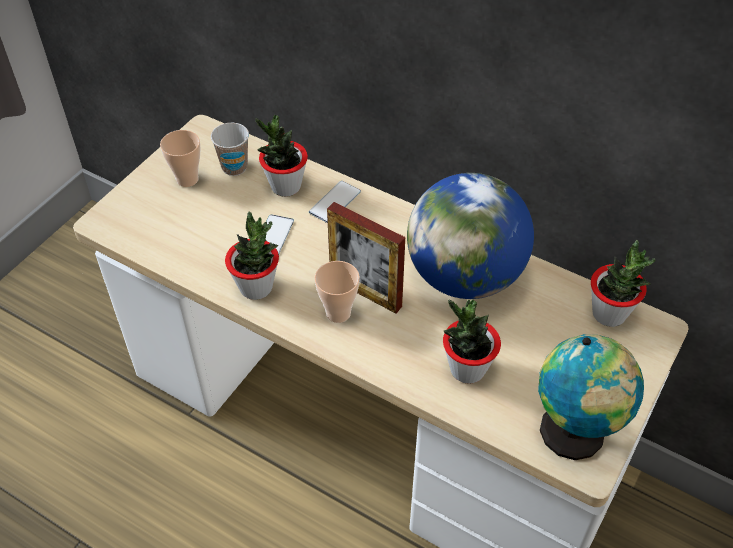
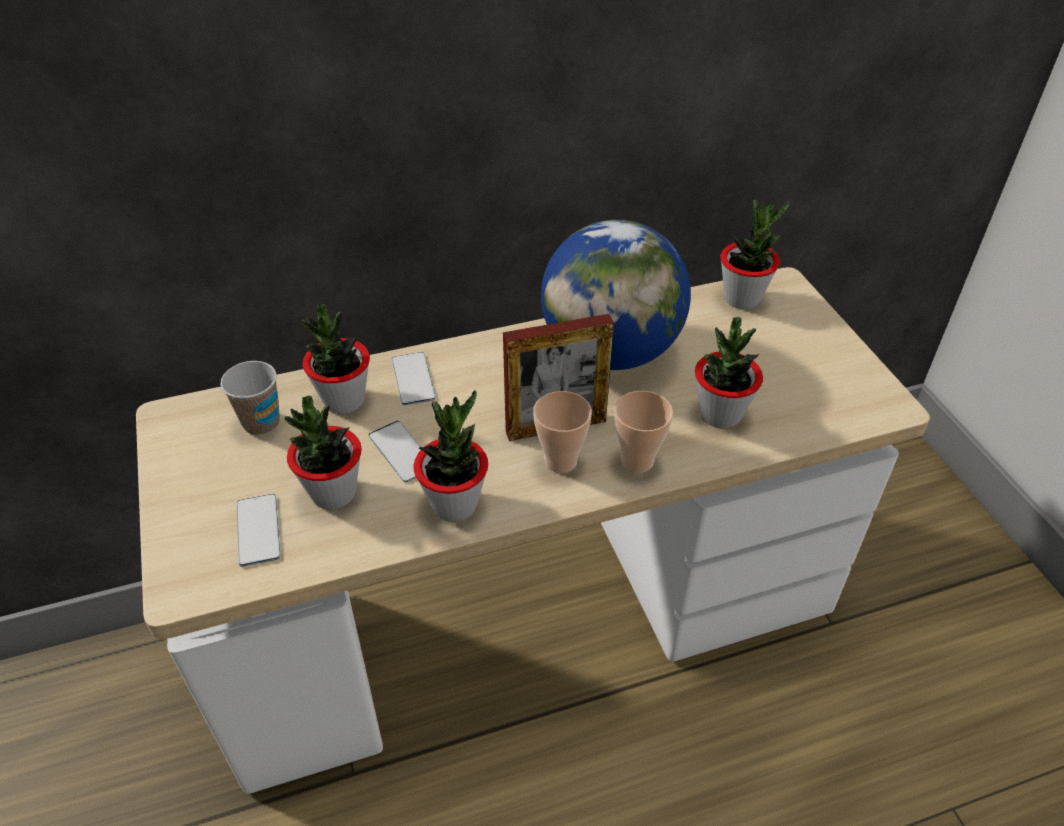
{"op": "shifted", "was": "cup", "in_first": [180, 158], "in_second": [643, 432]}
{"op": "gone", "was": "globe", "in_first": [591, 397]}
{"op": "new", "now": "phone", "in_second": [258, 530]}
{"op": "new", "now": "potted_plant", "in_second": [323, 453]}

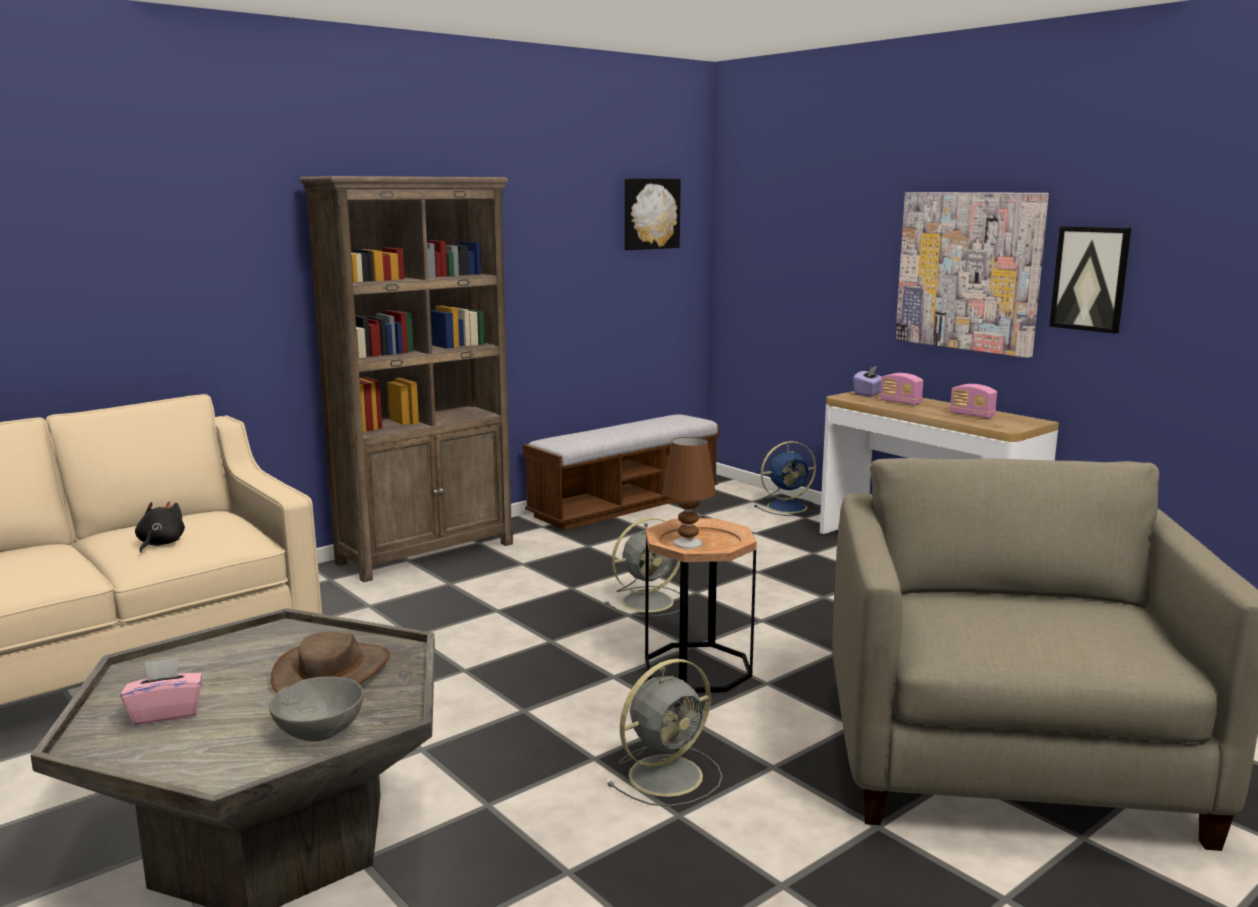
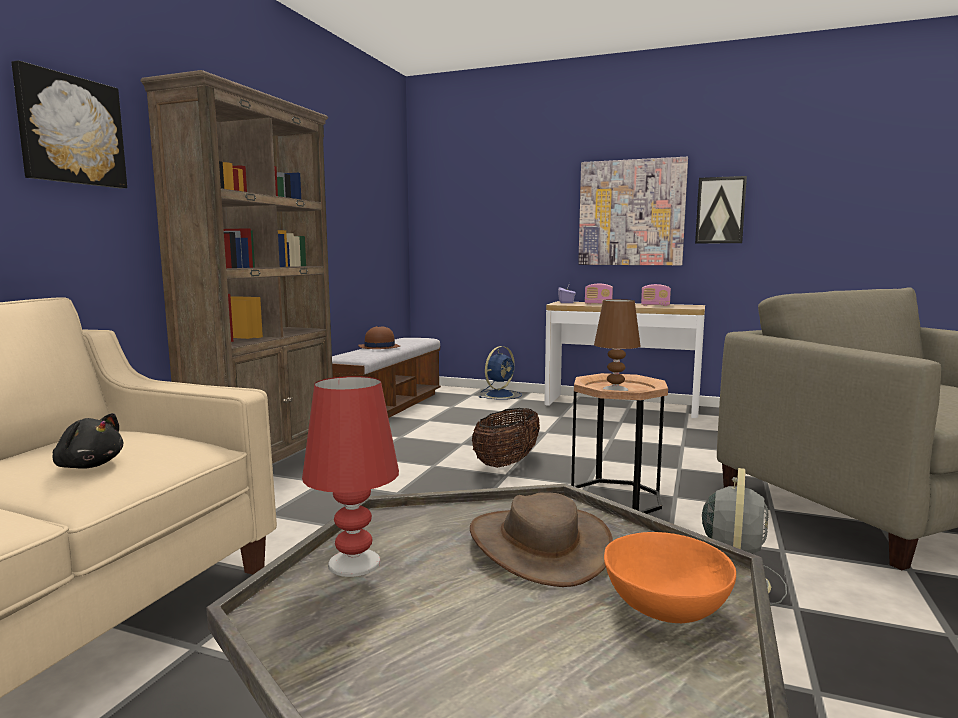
{"op": "gone", "was": "pink_tissue_box", "in_first": [161, 691]}
{"op": "rotated", "was": "black_plush_toy", "in_first": [160, 527], "in_second": [87, 441], "clockwise": 135}
{"op": "repainted", "was": "grey_bowl", "now": "orange_bowl", "in_first": [316, 709], "in_second": [670, 577]}
{"op": "swapped", "was": "grey_fan", "now": "basket", "in_first": [642, 567], "in_second": [506, 438]}
{"op": "shifted", "was": "picture", "in_first": [652, 214], "in_second": [69, 124]}
{"op": "new", "now": "red_table_lamp", "in_second": [350, 476]}
{"op": "new", "now": "brown_hat", "in_second": [379, 337]}

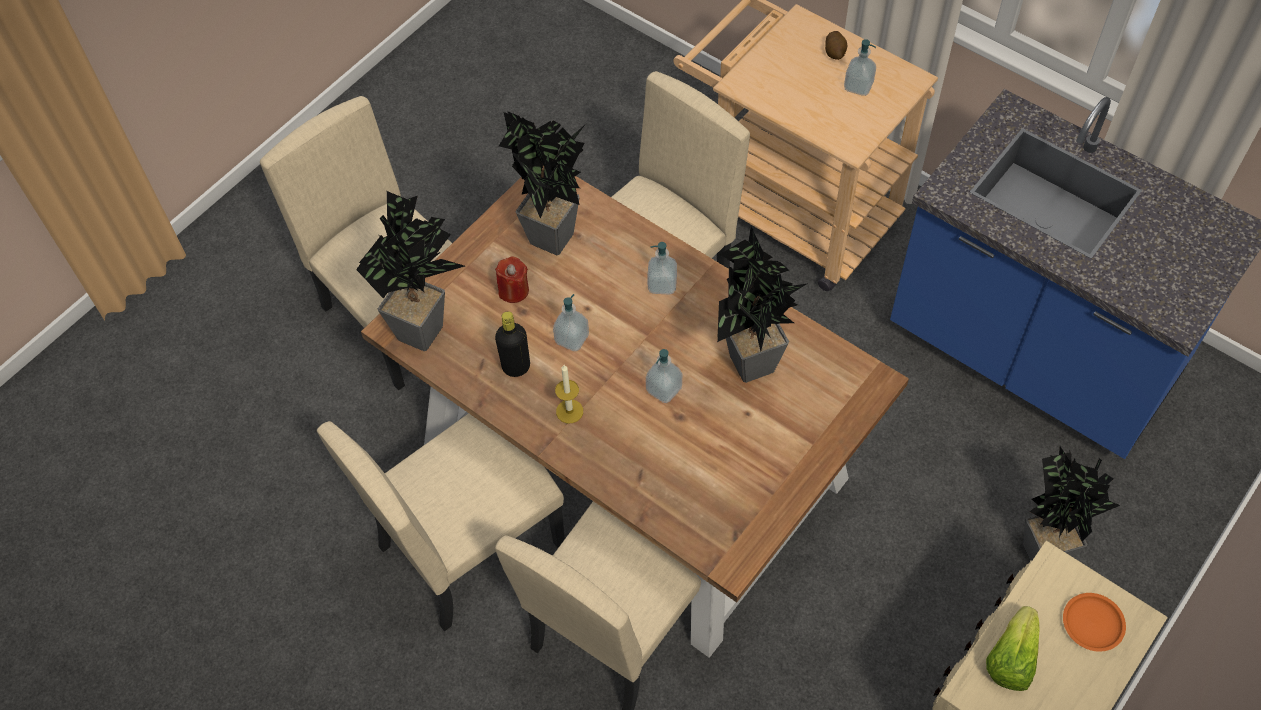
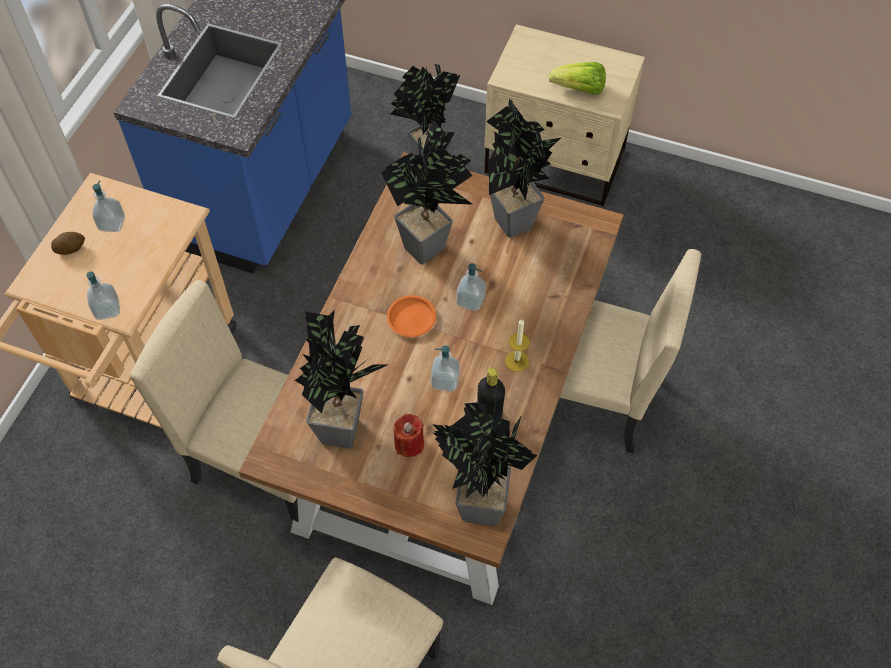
{"op": "gone", "was": "beige_chair", "in_first": [441, 522]}
{"op": "shifted", "was": "soap_dispenser", "in_first": [662, 268], "in_second": [103, 295]}
{"op": "shifted", "was": "orange_plate", "in_first": [1094, 622], "in_second": [411, 316]}
{"op": "new", "now": "potted_plant", "in_second": [523, 168]}

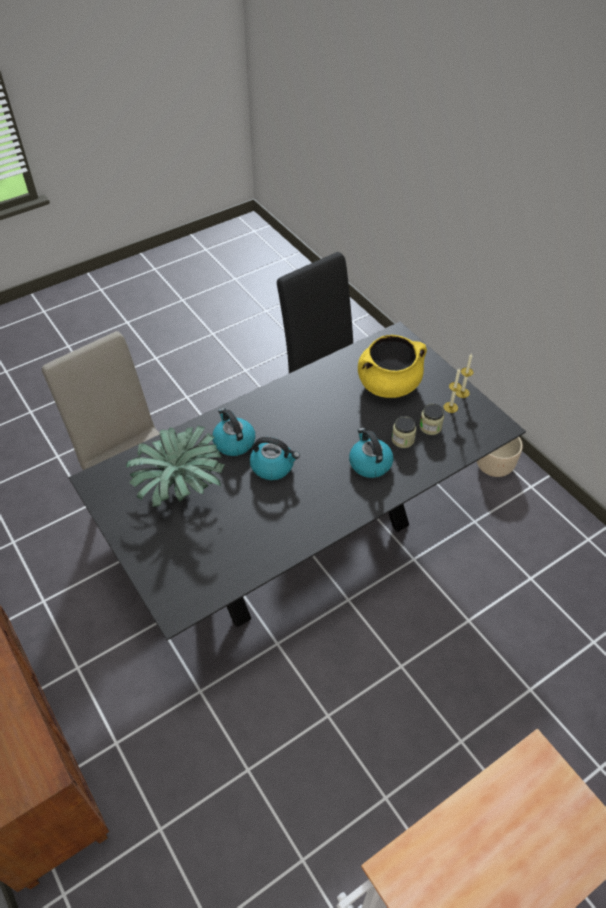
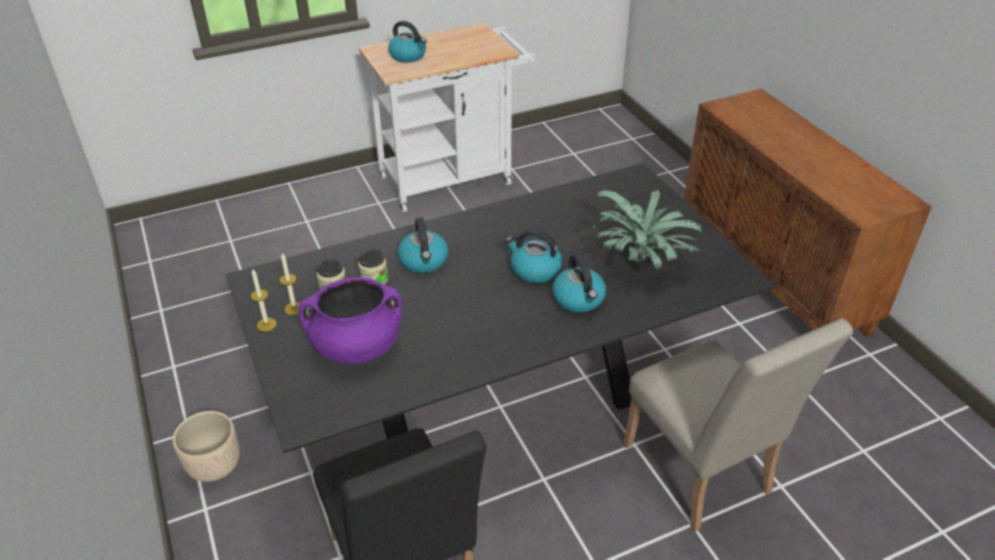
{"op": "repainted", "was": "yellow_cooking_pot", "now": "purple_cooking_pot", "in_first": [392, 366], "in_second": [350, 320]}
{"op": "new", "now": "kettle", "in_second": [407, 42]}

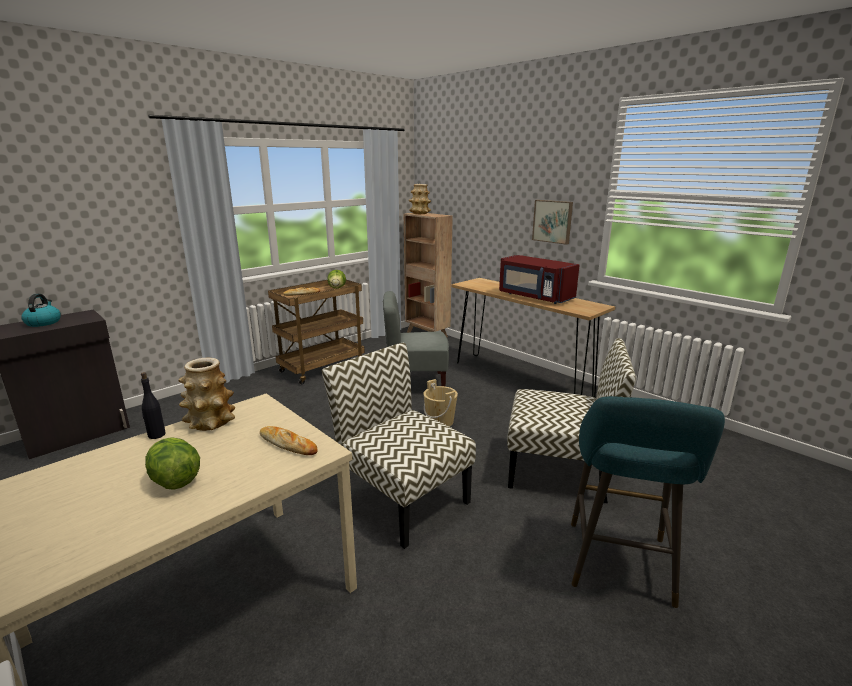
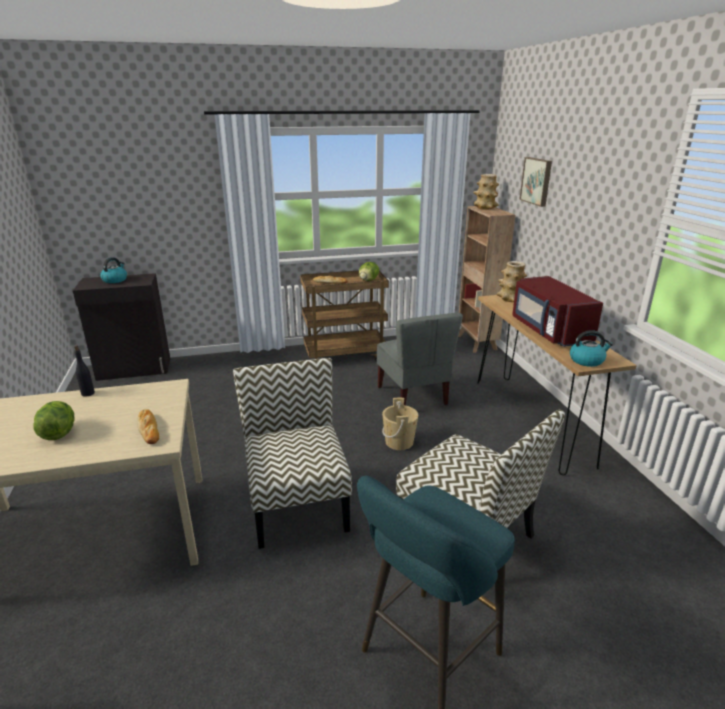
{"op": "shifted", "was": "vase", "in_first": [207, 394], "in_second": [512, 281]}
{"op": "rotated", "was": "grey_chair", "in_first": [416, 339], "in_second": [420, 359], "clockwise": -135}
{"op": "shifted", "was": "picture", "in_first": [552, 222], "in_second": [535, 182]}
{"op": "new", "now": "kettle", "in_second": [591, 348]}

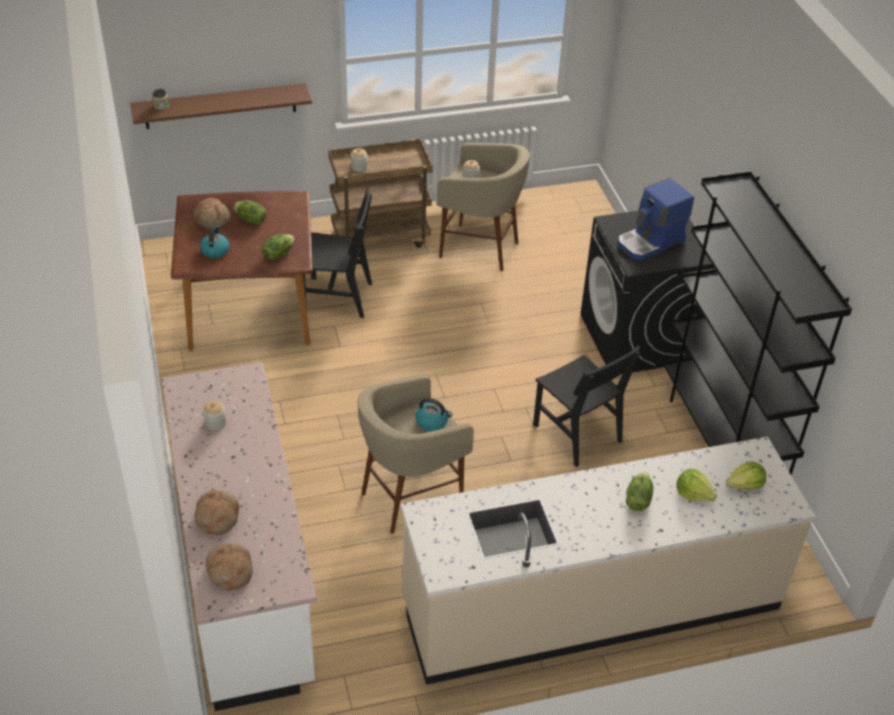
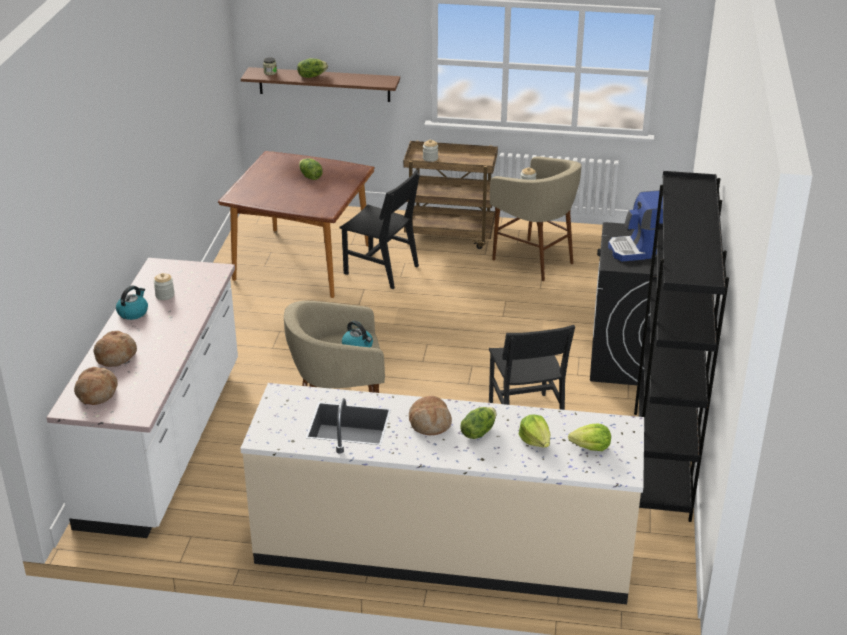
{"op": "shifted", "was": "bread", "in_first": [212, 213], "in_second": [430, 415]}
{"op": "shifted", "was": "kettle", "in_first": [215, 242], "in_second": [132, 302]}
{"op": "shifted", "was": "lettuce", "in_first": [278, 247], "in_second": [312, 68]}

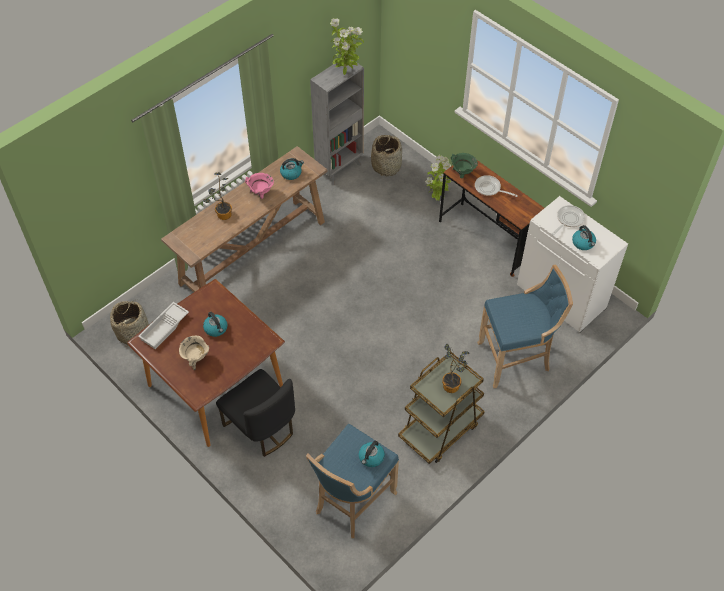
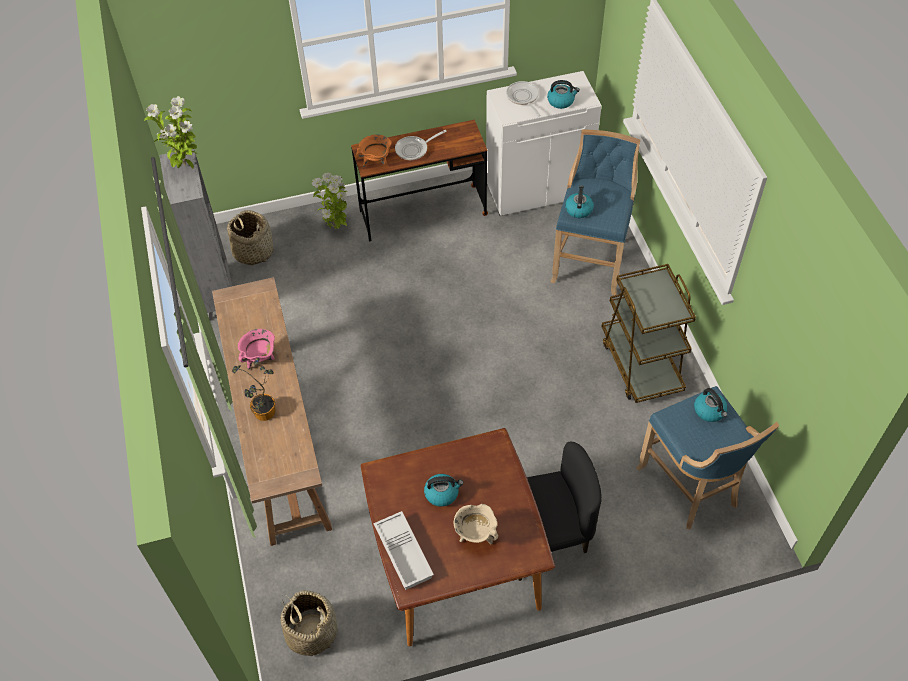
{"op": "shifted", "was": "kettle", "in_first": [292, 169], "in_second": [579, 201]}
{"op": "gone", "was": "potted_plant", "in_first": [456, 368]}
{"op": "repainted", "was": "green_cooking_pot", "now": "orange_cooking_pot", "in_first": [464, 165], "in_second": [373, 151]}

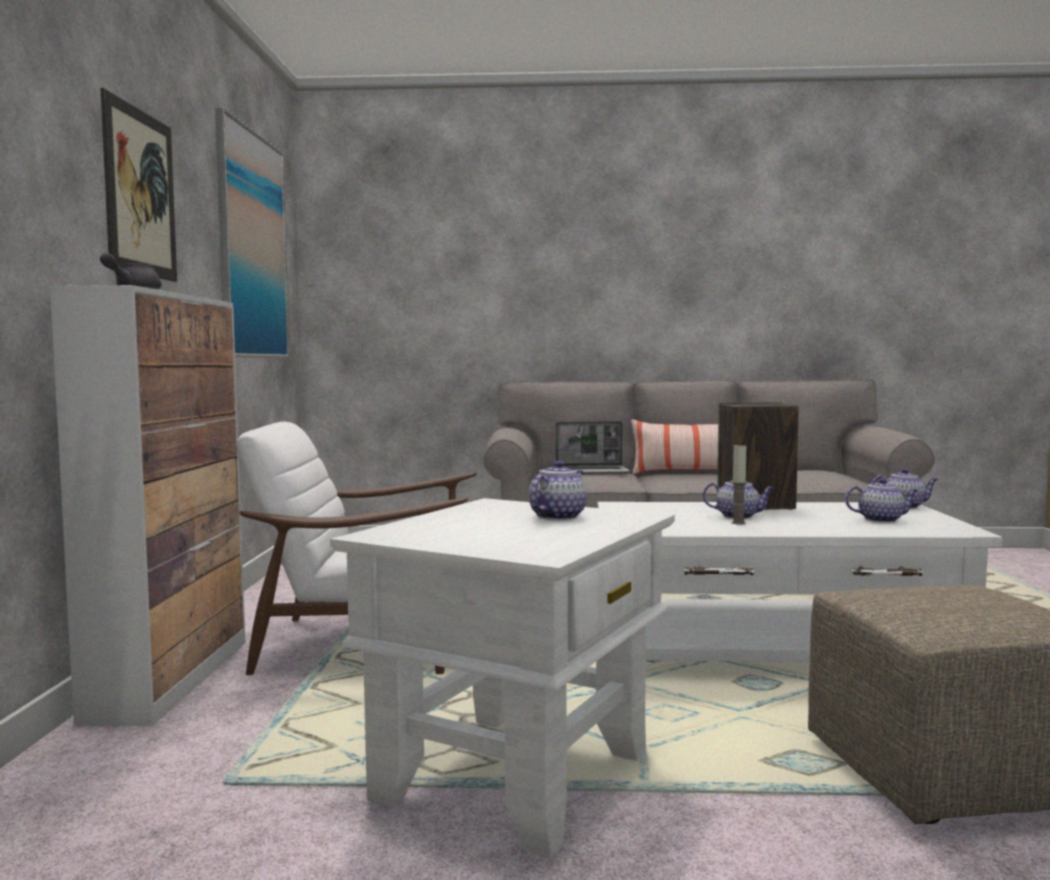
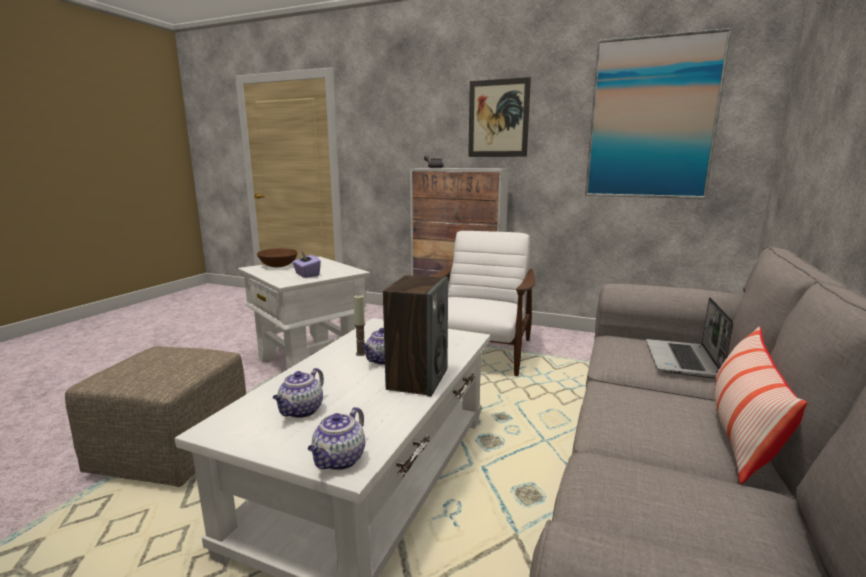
{"op": "swapped", "was": "teapot", "now": "purple_tissue_box", "in_first": [558, 490], "in_second": [306, 265]}
{"op": "new", "now": "brown_bowl", "in_second": [277, 257]}

